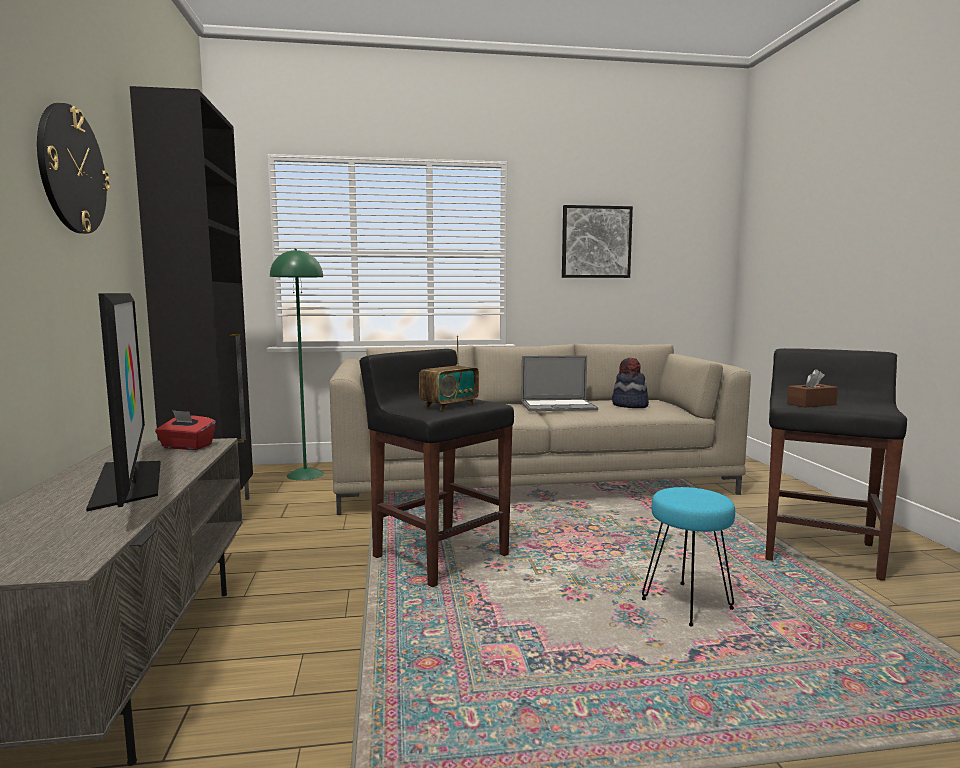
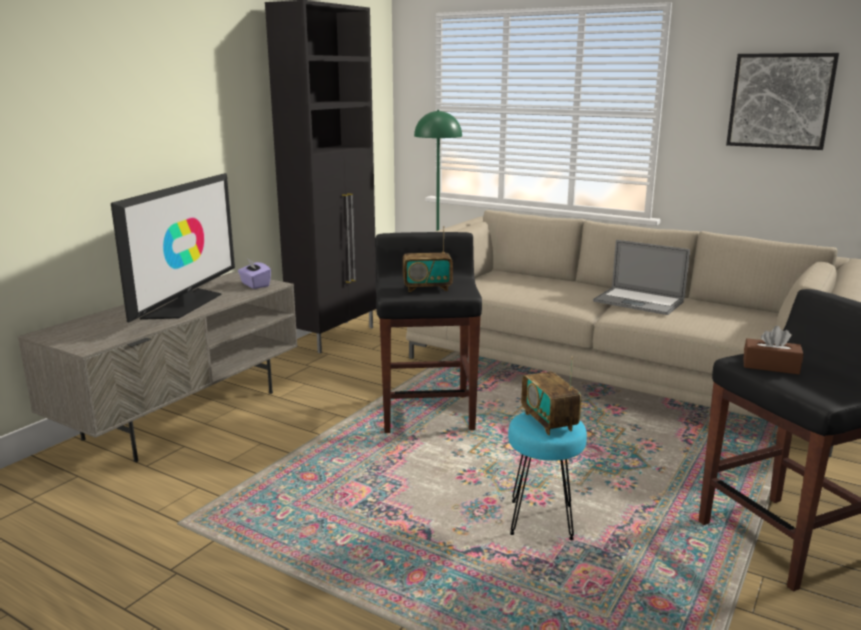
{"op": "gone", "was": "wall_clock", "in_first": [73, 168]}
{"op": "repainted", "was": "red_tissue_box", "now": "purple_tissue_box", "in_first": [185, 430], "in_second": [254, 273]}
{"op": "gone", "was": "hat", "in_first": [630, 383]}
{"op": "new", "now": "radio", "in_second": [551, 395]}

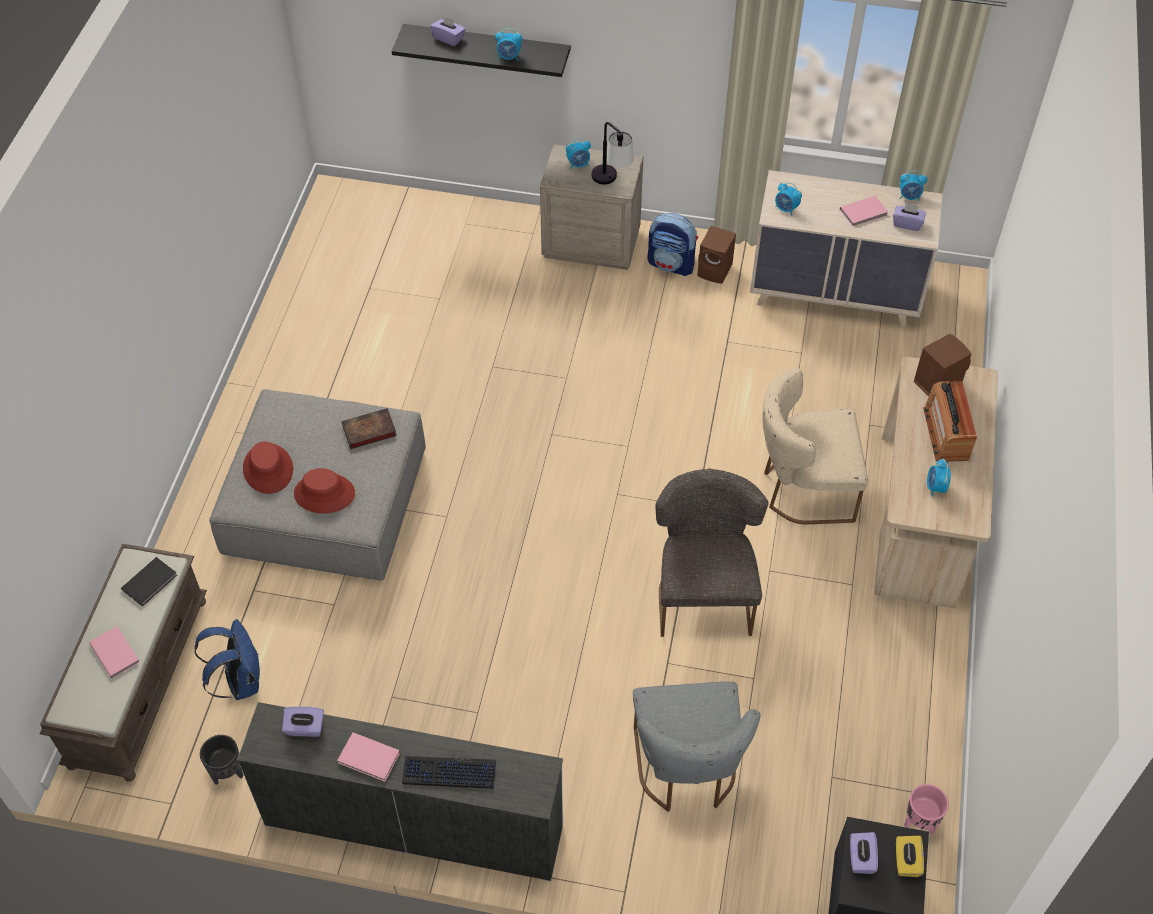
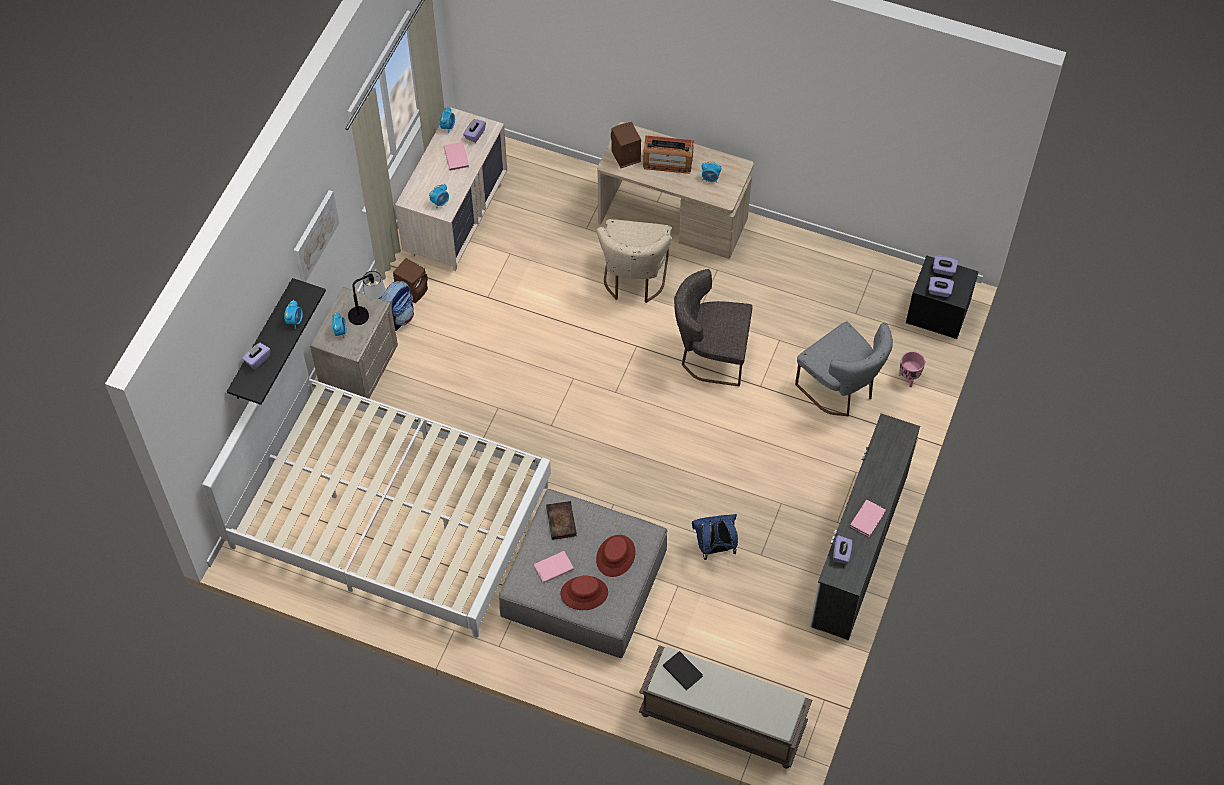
{"op": "shifted", "was": "pink_book", "in_first": [114, 652], "in_second": [554, 567]}
{"op": "shifted", "was": "blue_backpack", "in_first": [227, 659], "in_second": [715, 537]}
{"op": "gone", "was": "black_planter", "in_first": [222, 760]}
{"op": "gone", "was": "keyboard", "in_first": [449, 772]}
{"op": "rotated", "was": "grey_chair", "in_first": [697, 746], "in_second": [844, 368], "clockwise": 45}
{"op": "repainted", "was": "yellow_tissue_box", "now": "purple_tissue_box", "in_first": [910, 856], "in_second": [945, 266]}
{"op": "shifted", "was": "pink_planter", "in_first": [926, 809], "in_second": [912, 369]}
{"op": "new", "now": "white_bed", "in_second": [376, 487]}
{"op": "new", "now": "picture", "in_second": [316, 236]}

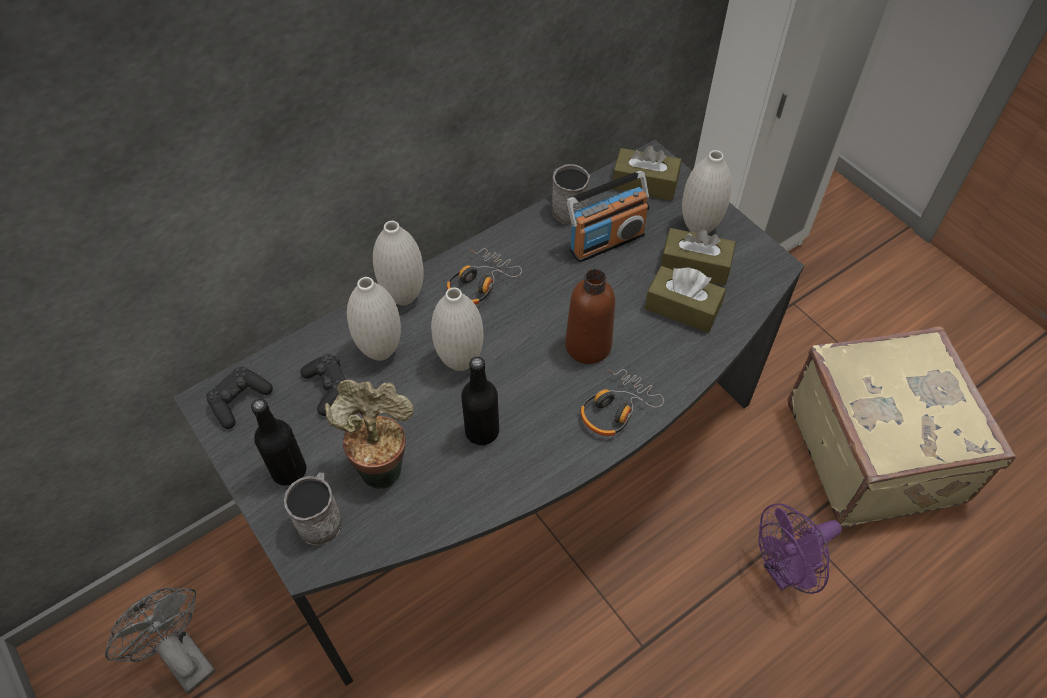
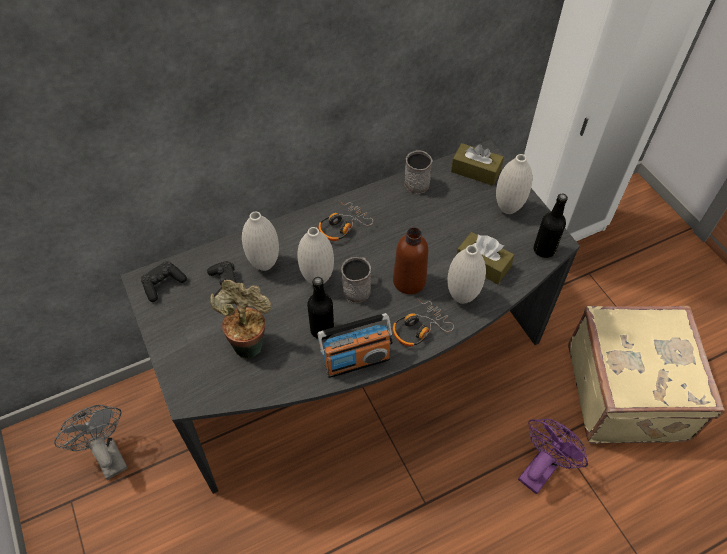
{"op": "shifted", "was": "black_bottle", "in_first": [278, 442], "in_second": [550, 226]}
{"op": "shifted", "was": "grey_mug", "in_first": [313, 509], "in_second": [356, 280]}
{"op": "shifted", "was": "white_vase", "in_first": [398, 263], "in_second": [466, 274]}
{"op": "shifted", "was": "radio", "in_first": [608, 217], "in_second": [355, 345]}
{"op": "gone", "was": "brown_tissue_box", "in_first": [698, 257]}
{"op": "rotated", "was": "purple_fan", "in_first": [800, 548], "in_second": [553, 456], "clockwise": 150}

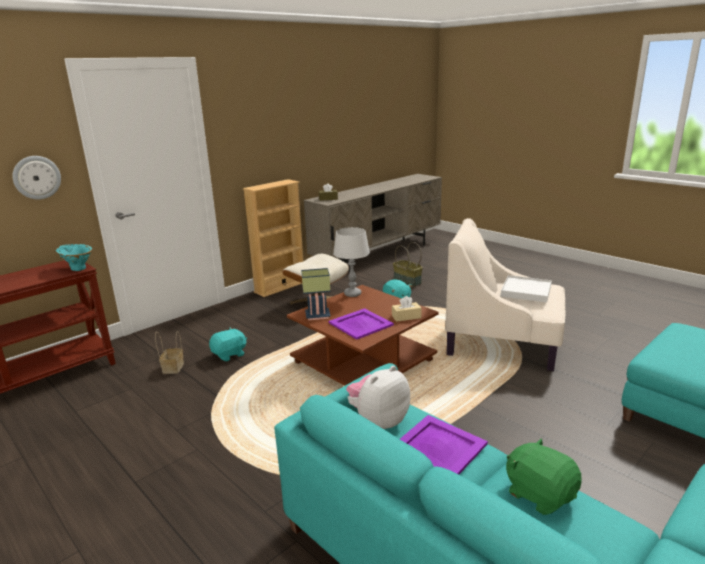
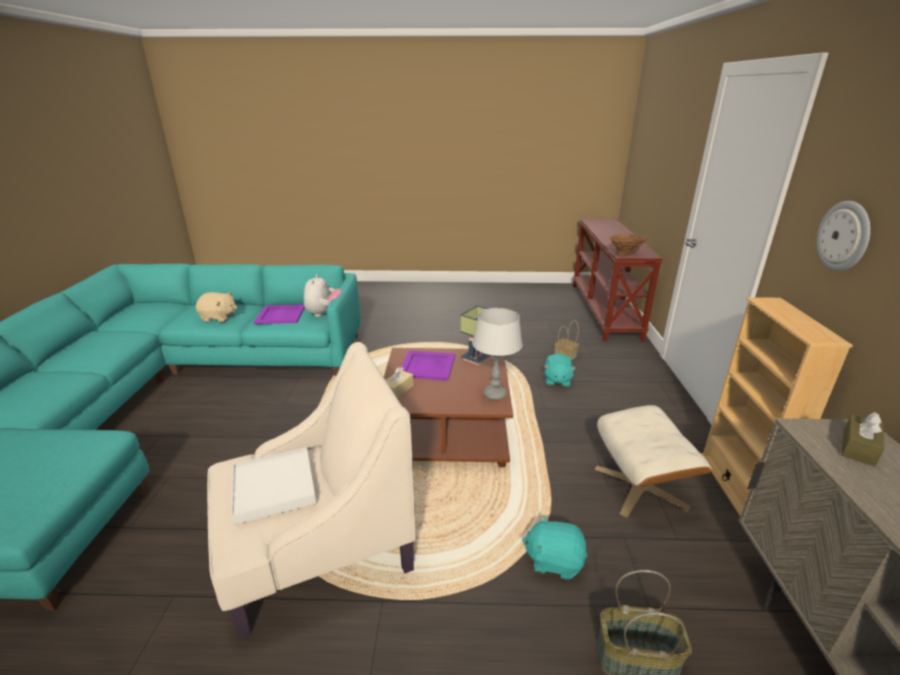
{"op": "shifted", "was": "wall_clock", "in_first": [36, 178], "in_second": [844, 236]}
{"op": "repainted", "was": "turquoise_vase", "now": "brown_vase", "in_first": [74, 257], "in_second": [628, 245]}
{"op": "repainted", "was": "green_plush_toy", "now": "beige_plush_toy", "in_first": [544, 476], "in_second": [216, 307]}

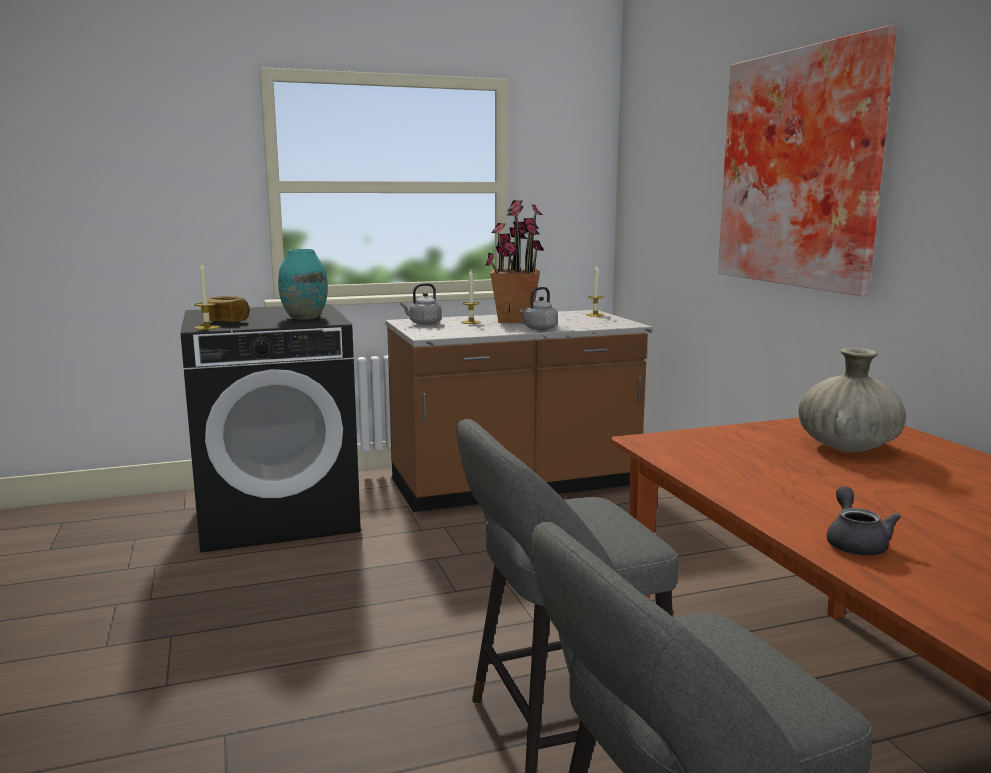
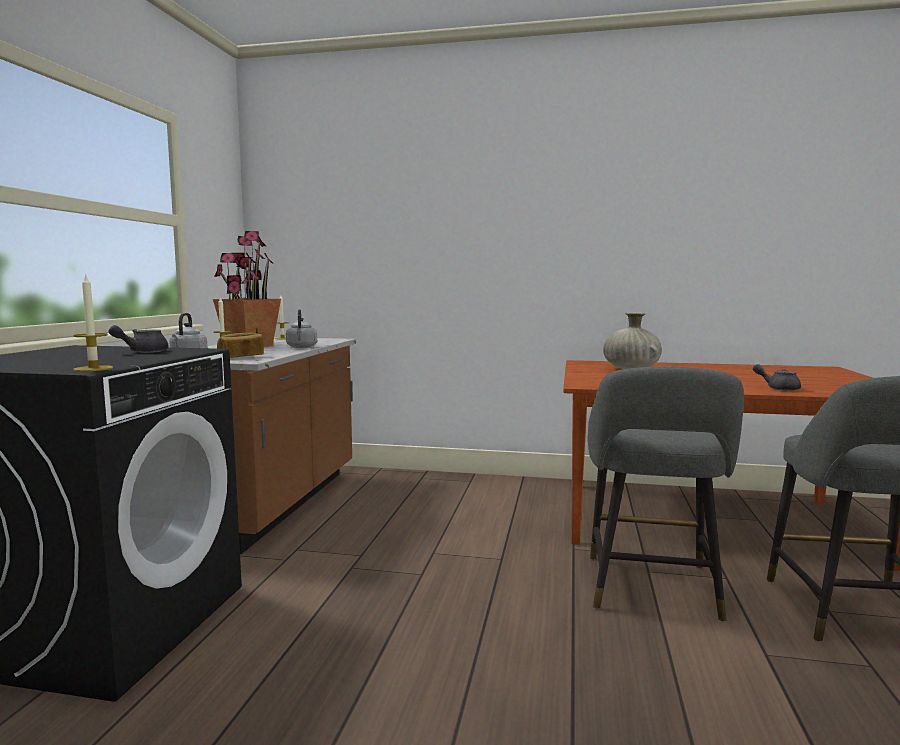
{"op": "shifted", "was": "bread", "in_first": [225, 309], "in_second": [240, 345]}
{"op": "swapped", "was": "turquoise_vase", "now": "grey_teapot", "in_first": [303, 284], "in_second": [138, 339]}
{"op": "gone", "was": "picture", "in_first": [807, 160]}

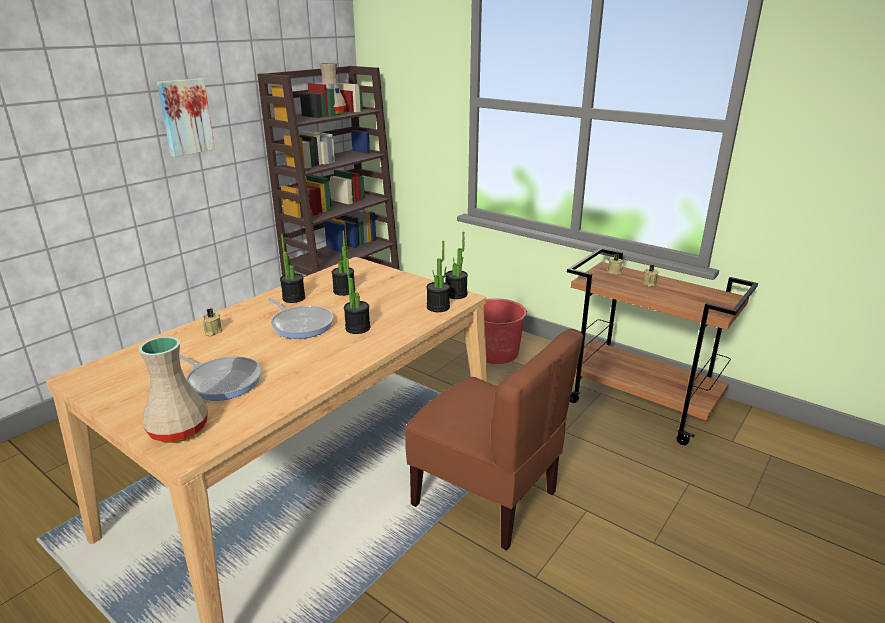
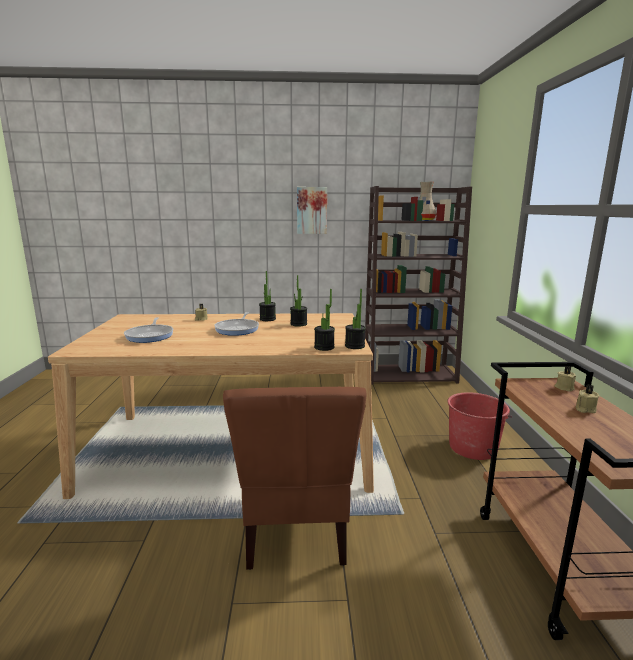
{"op": "gone", "was": "beige_vase", "in_first": [173, 390]}
{"op": "gone", "was": "potted_plant", "in_first": [357, 296]}

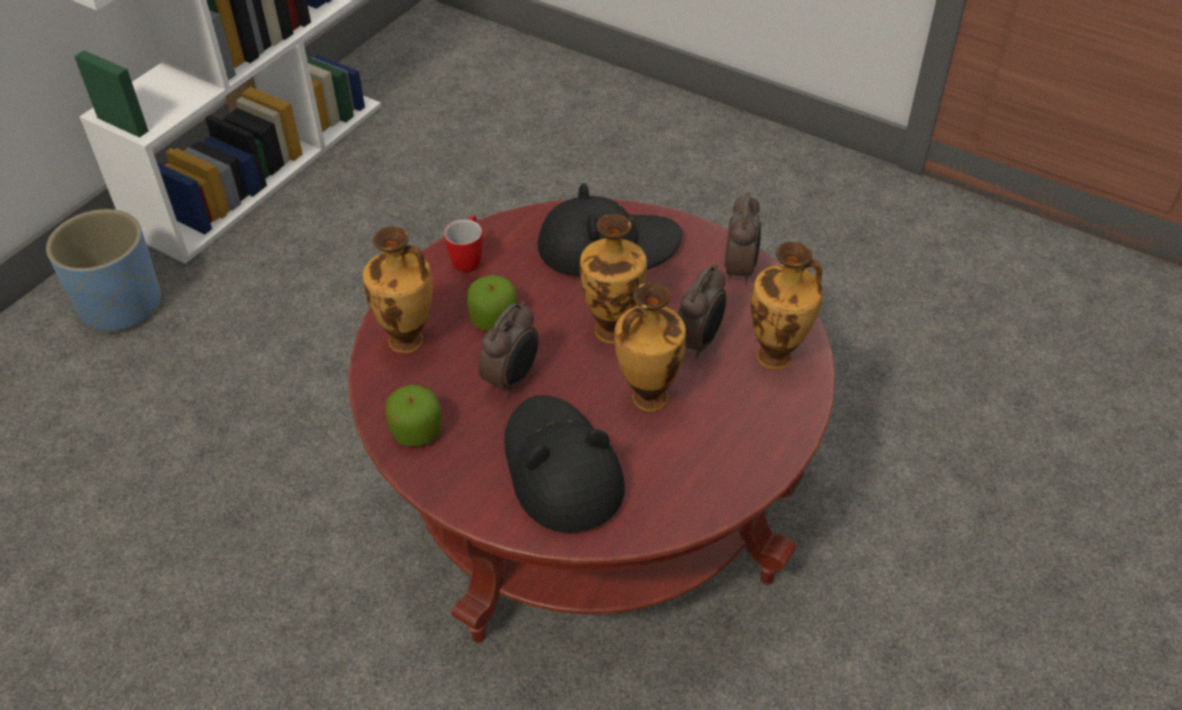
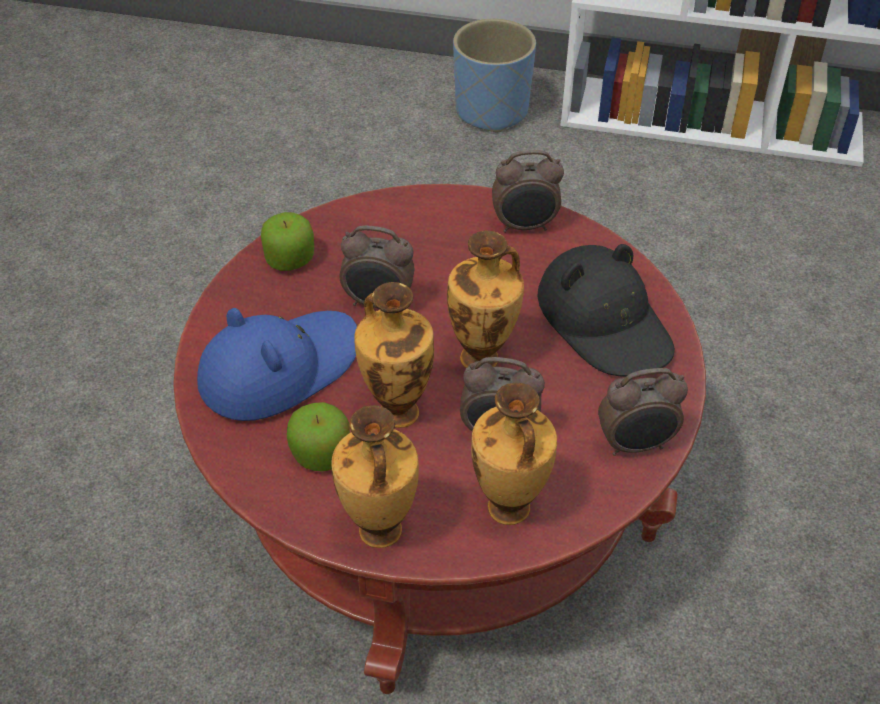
{"op": "shifted", "was": "vase", "in_first": [398, 290], "in_second": [375, 476]}
{"op": "swapped", "was": "mug", "now": "alarm_clock", "in_first": [463, 244], "in_second": [528, 191]}
{"op": "shifted", "was": "apple", "in_first": [492, 303], "in_second": [318, 436]}
{"op": "repainted", "was": "black_hat", "now": "blue_hat", "in_first": [564, 464], "in_second": [277, 364]}

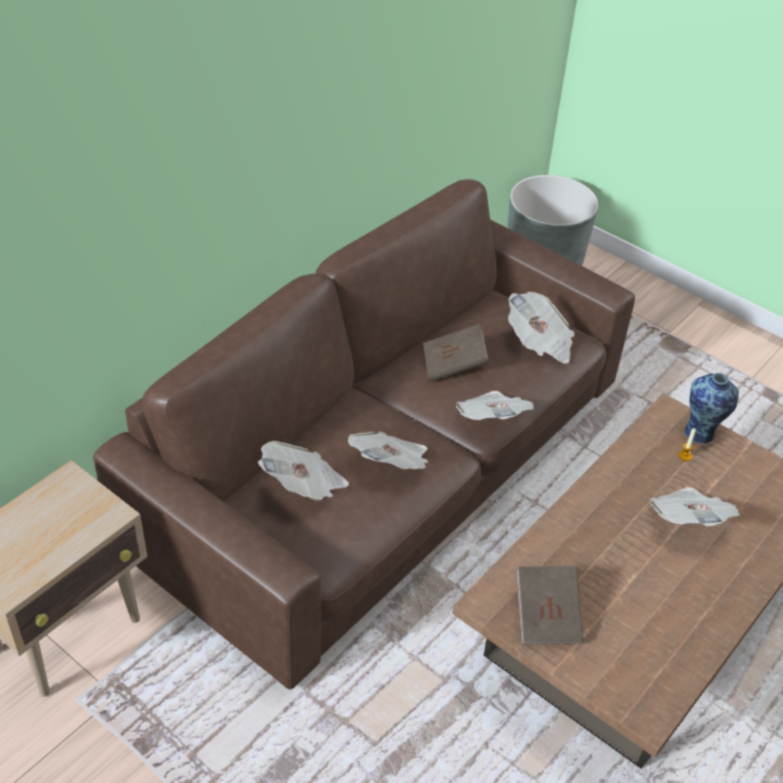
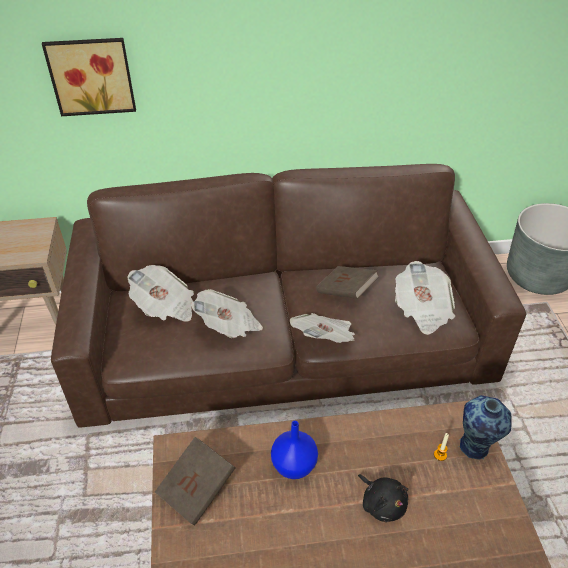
{"op": "swapped", "was": "newspaper", "now": "black_plush_toy", "in_first": [694, 507], "in_second": [383, 498]}
{"op": "new", "now": "picture", "in_second": [89, 77]}
{"op": "new", "now": "blue_vase", "in_second": [294, 450]}

